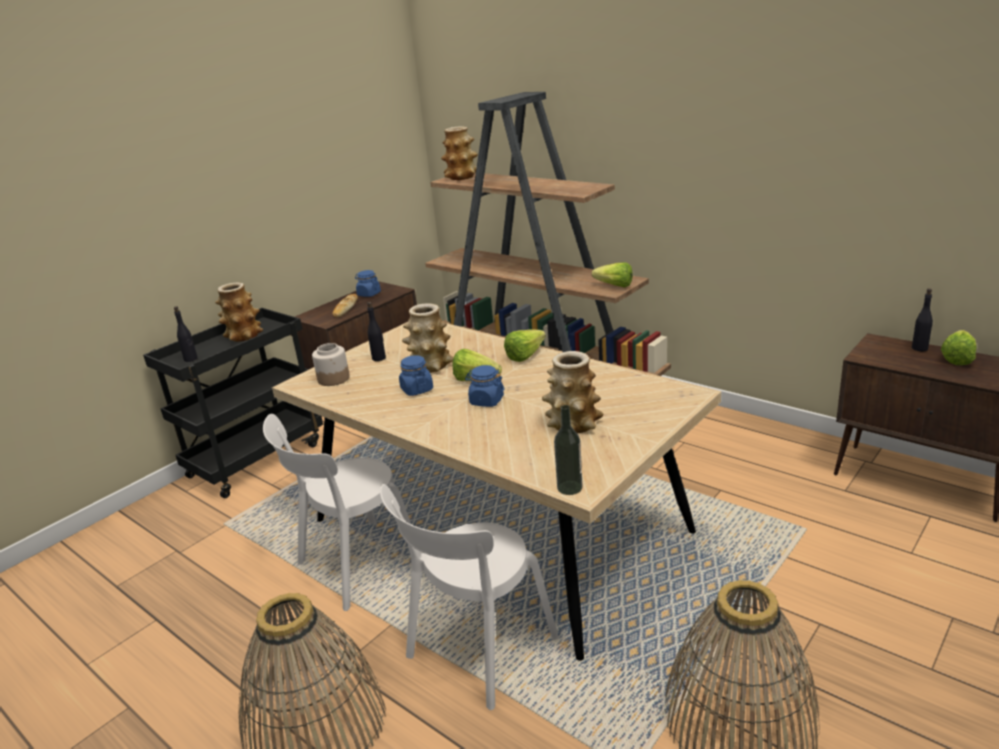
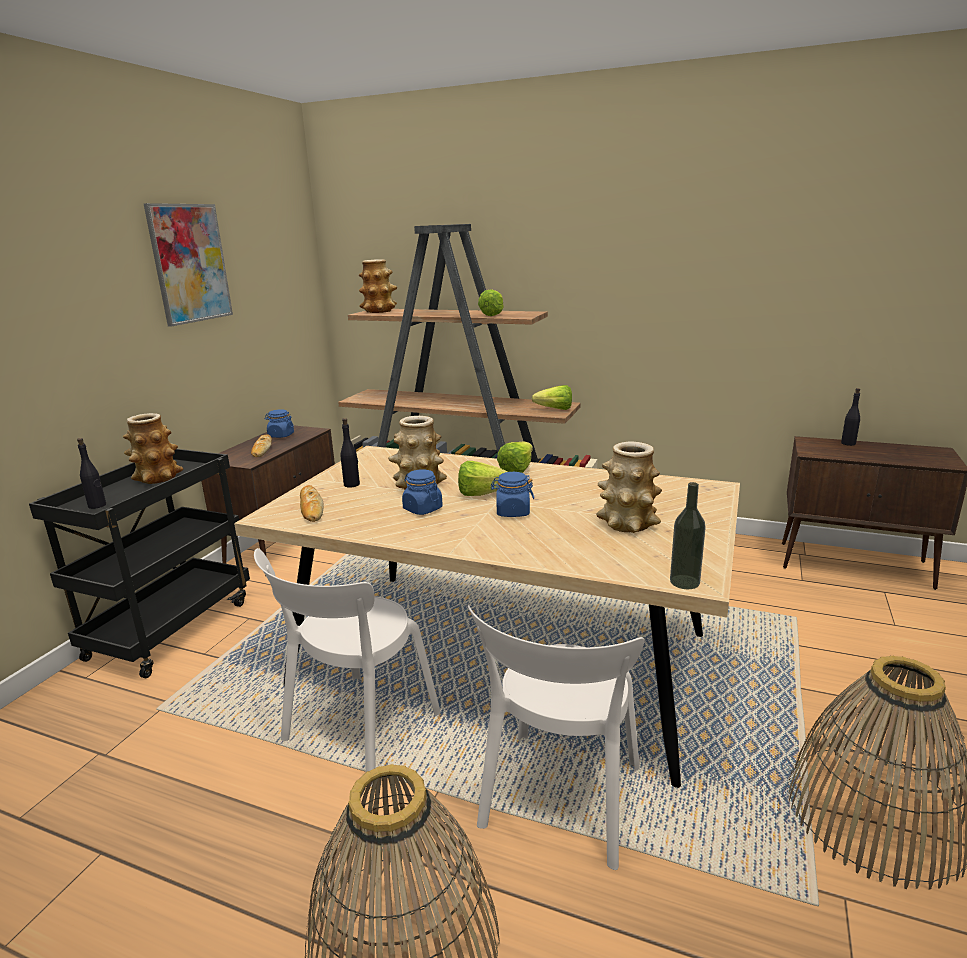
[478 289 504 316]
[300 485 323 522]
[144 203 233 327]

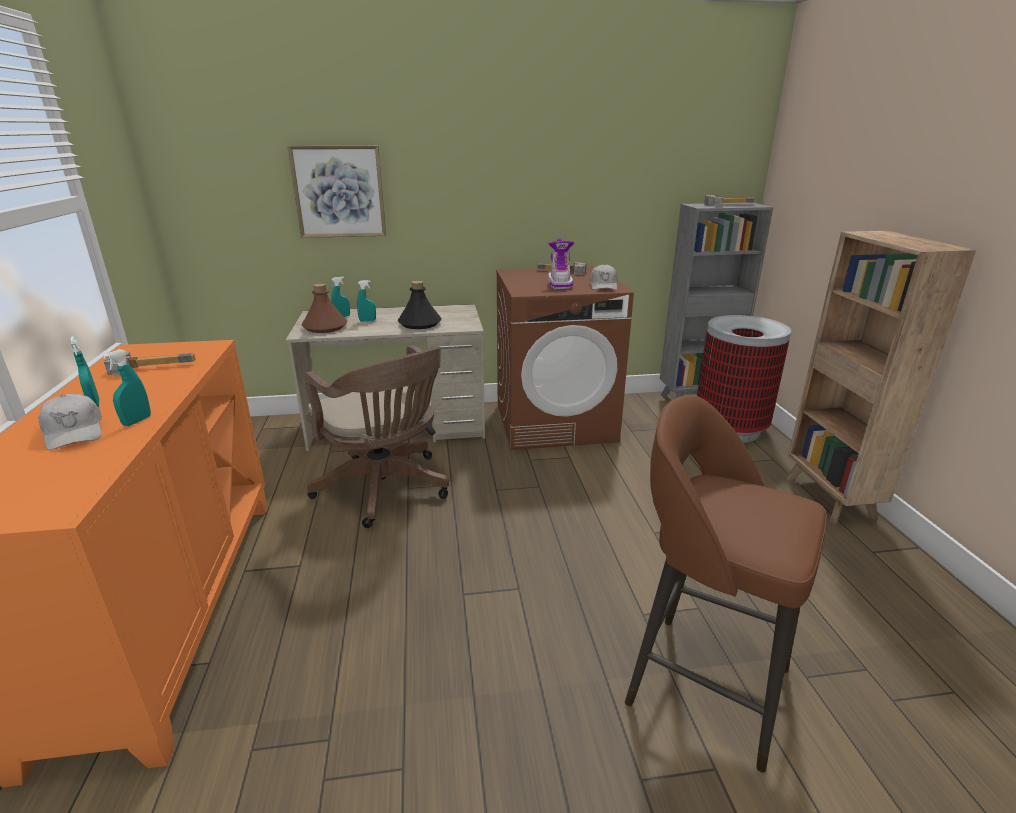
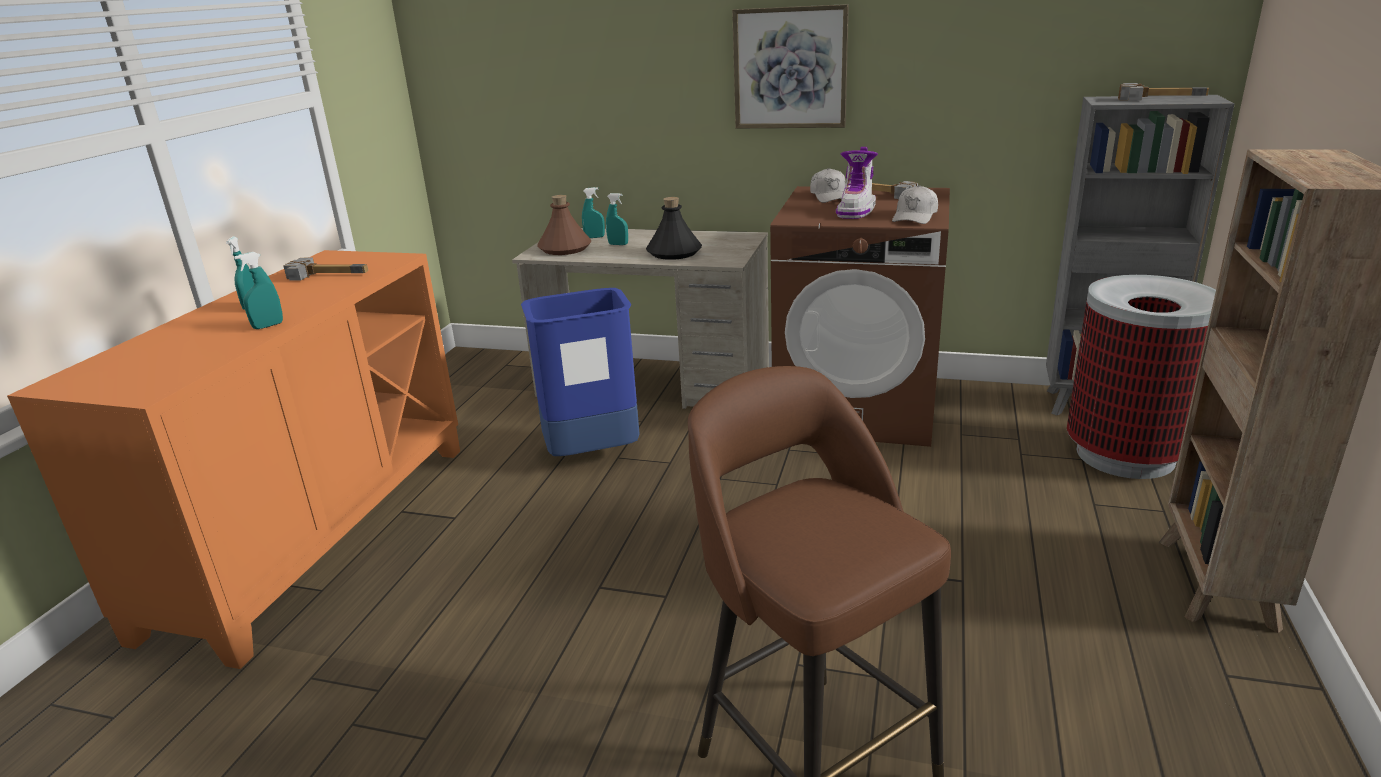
[732 4 849 128]
[521 288 640 456]
[810 168 846 203]

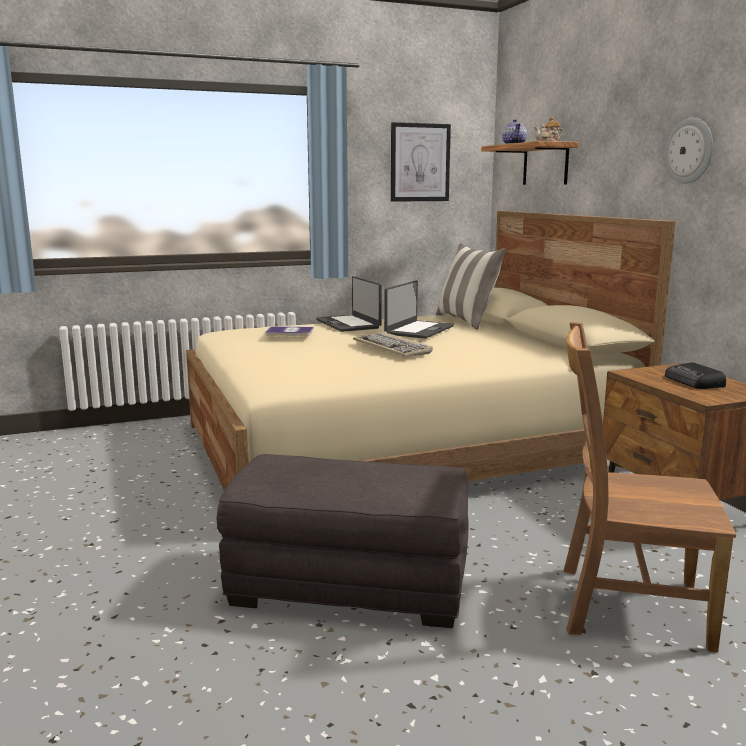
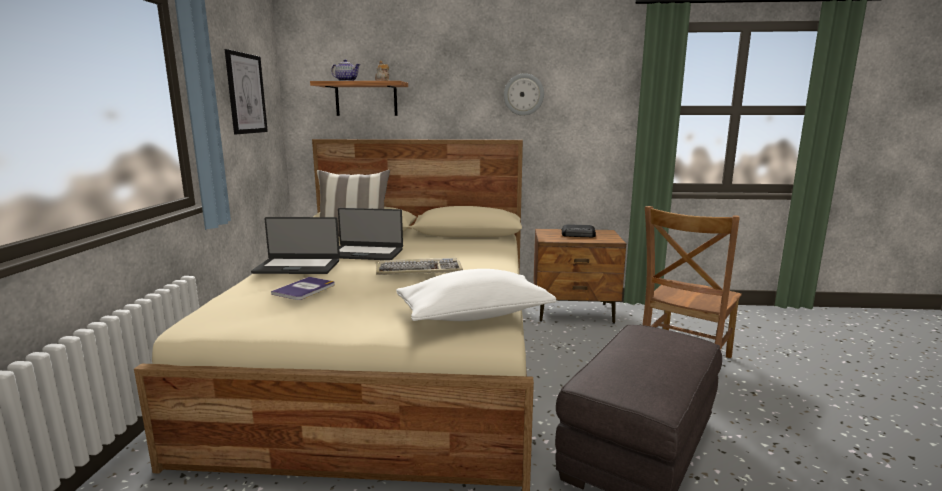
[338 208 403 260]
[396 269 556 321]

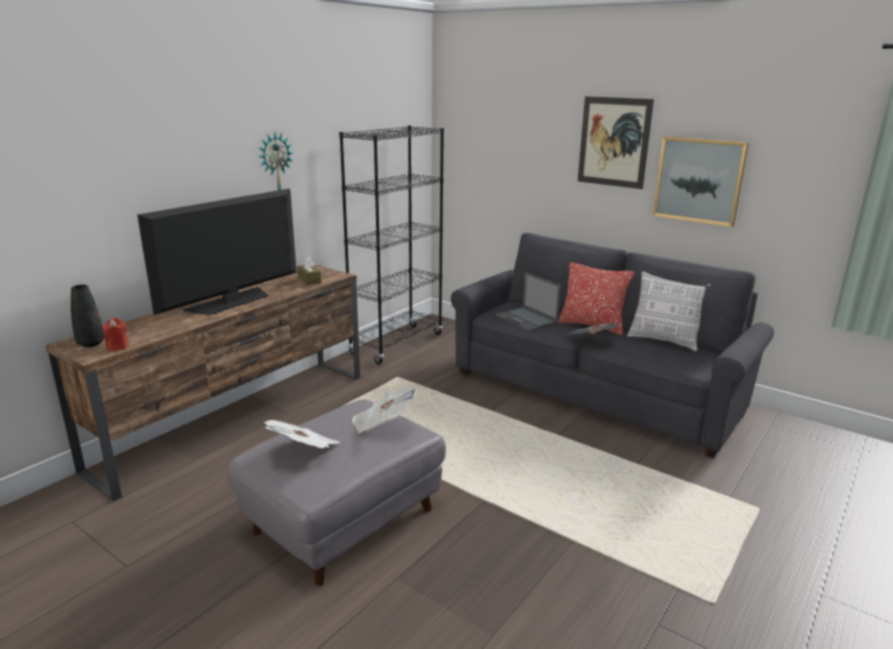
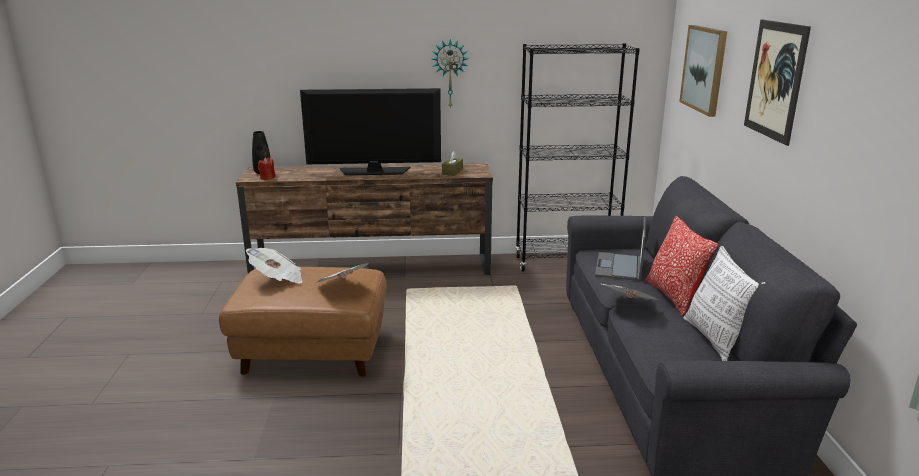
[679 25 727 117]
[219 267 386 377]

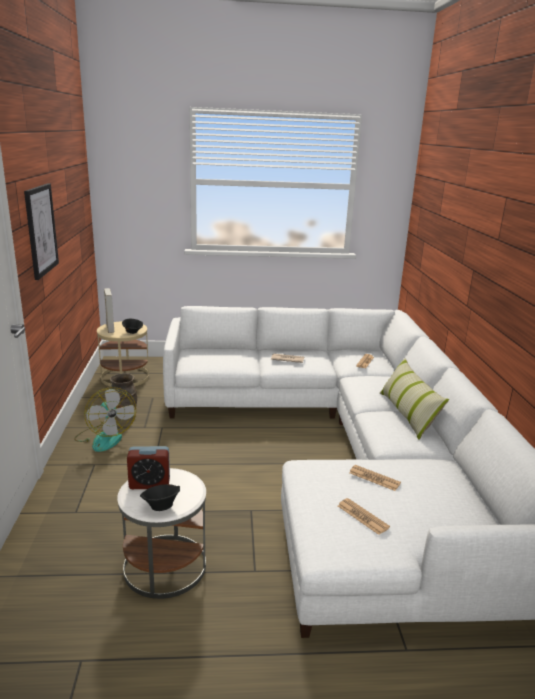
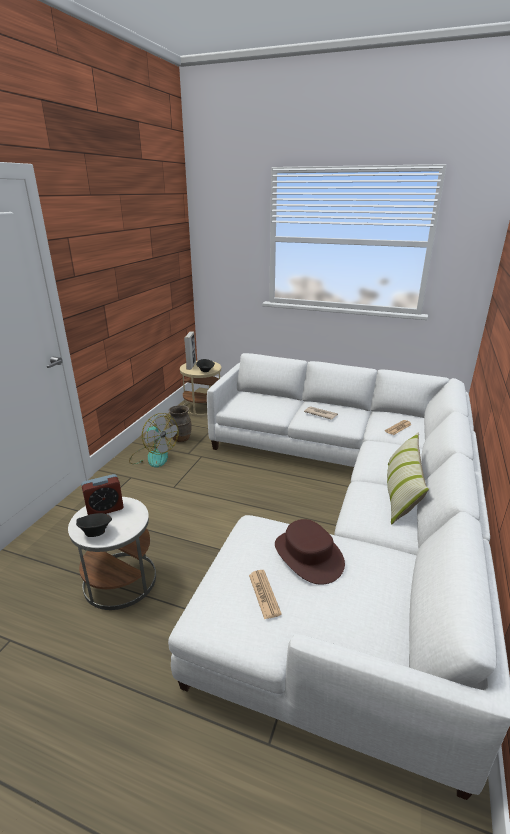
[24 184 59 280] (first image)
[129 413 179 468]
[81 474 124 515]
[275 519 345 585]

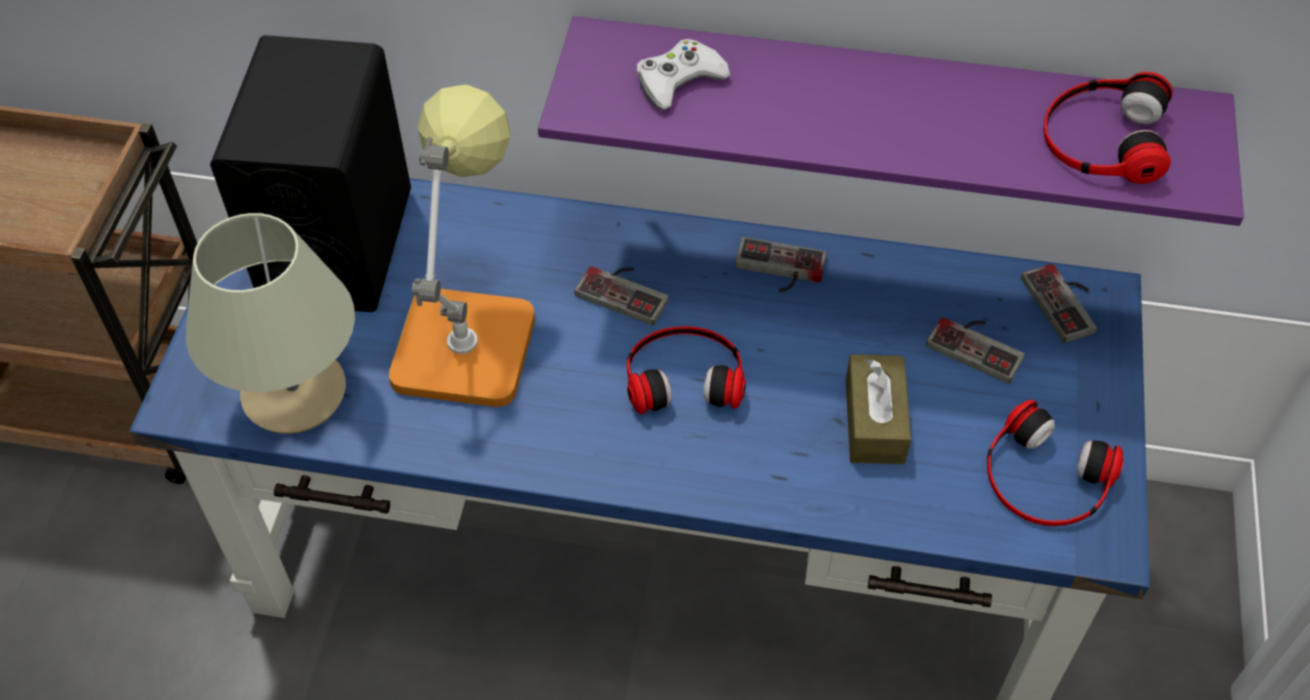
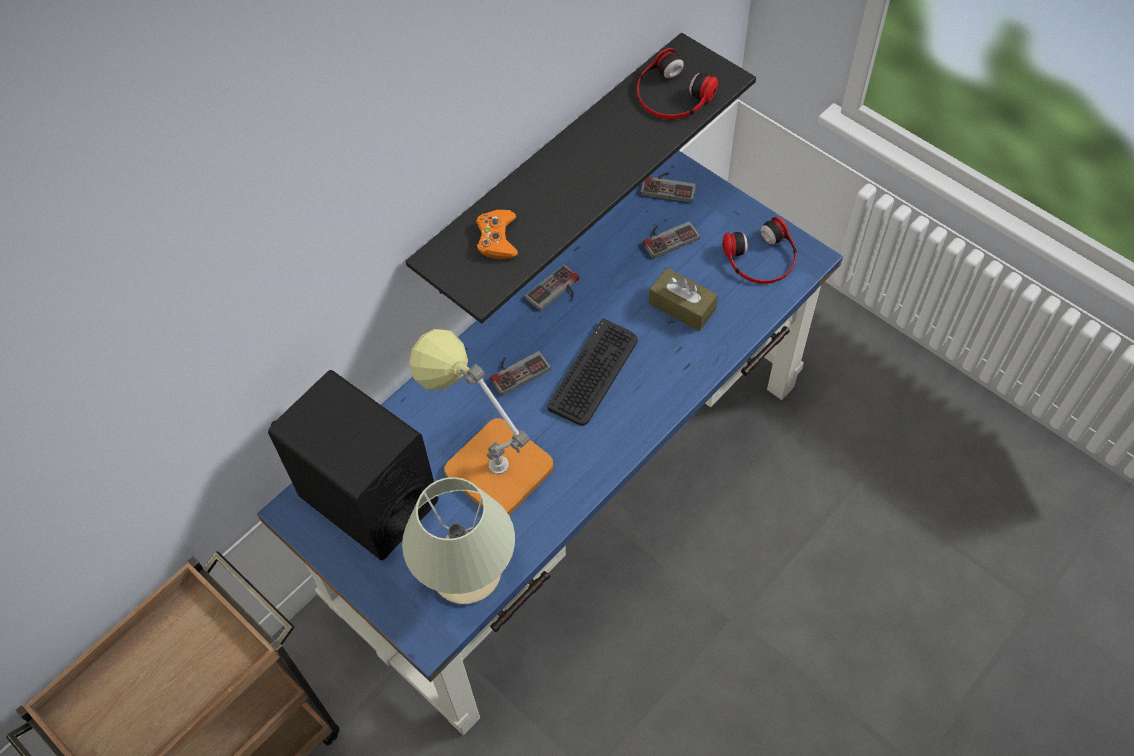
[405 33 756 324]
[476 210 518 259]
[547 318 638 426]

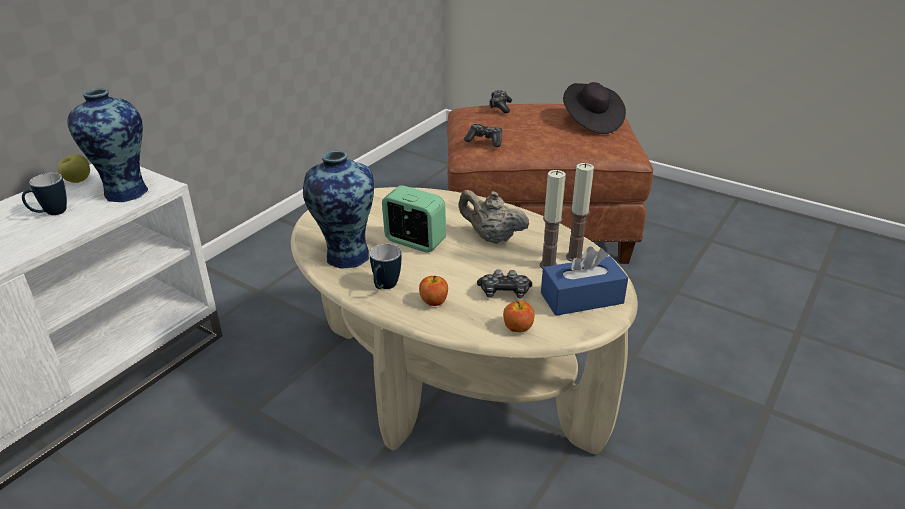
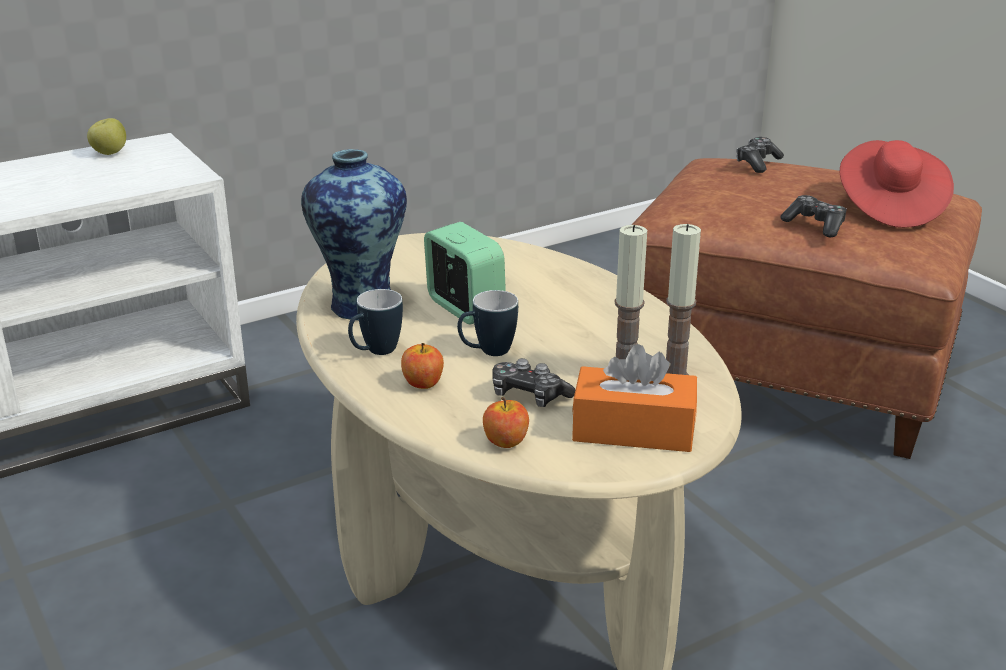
[840 140 954 228]
[67 89 148 202] (first image)
[780 195 847 237]
[457 290 518 356]
[458 190 529 244] (first image)
[572 344 697 452]

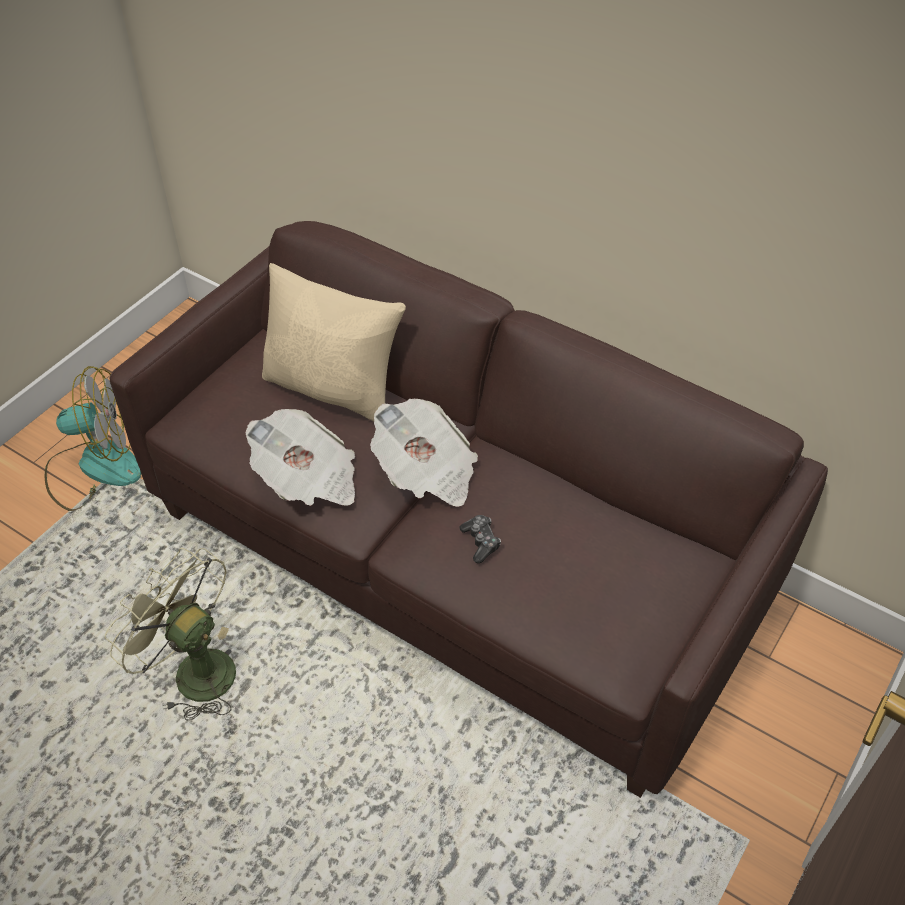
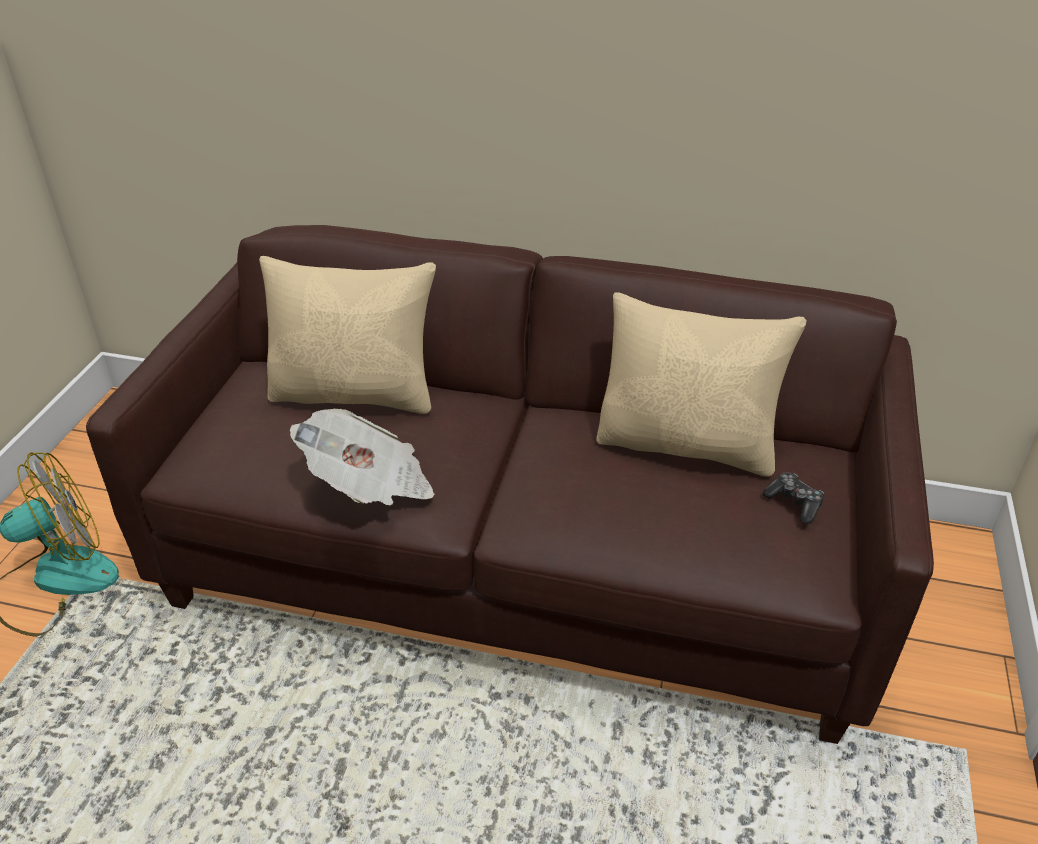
[370 399 478 507] (first image)
[763 472 824 524]
[105 548 236 721] (first image)
[596 292 807 477]

